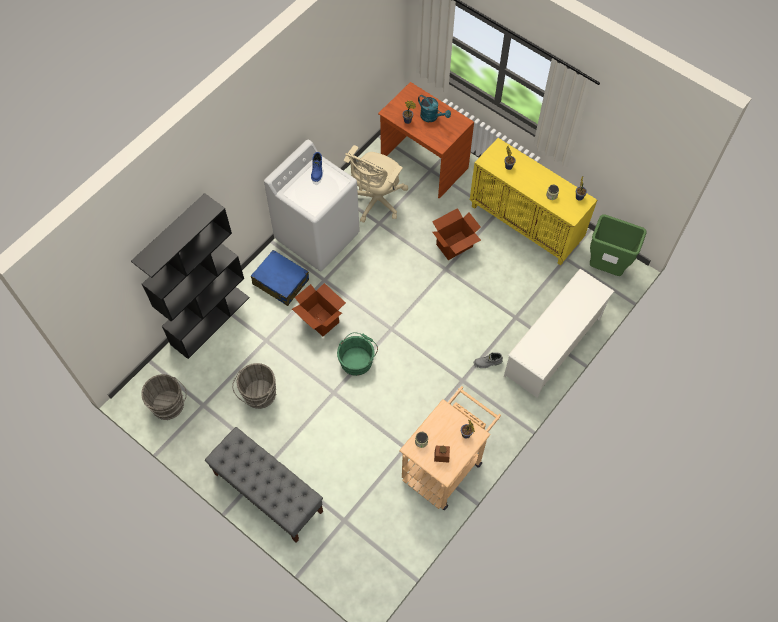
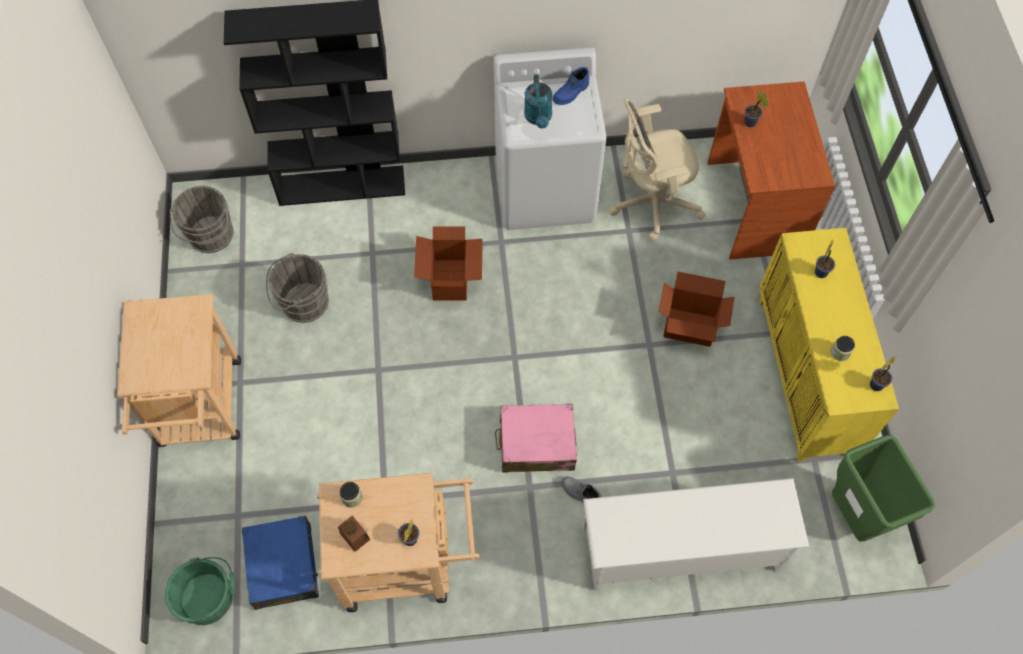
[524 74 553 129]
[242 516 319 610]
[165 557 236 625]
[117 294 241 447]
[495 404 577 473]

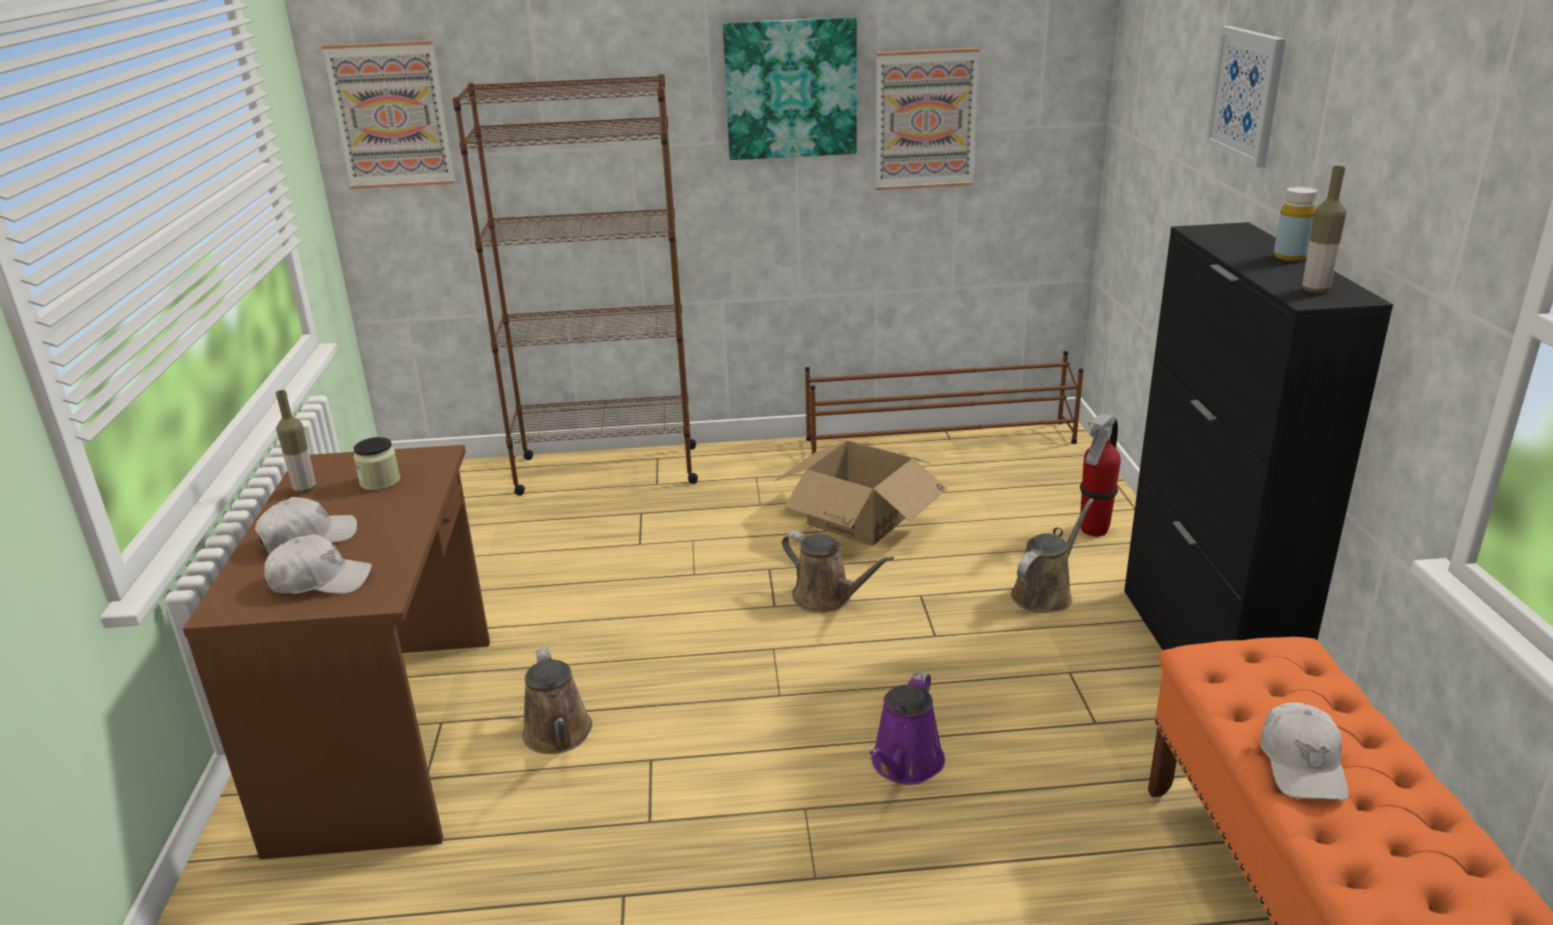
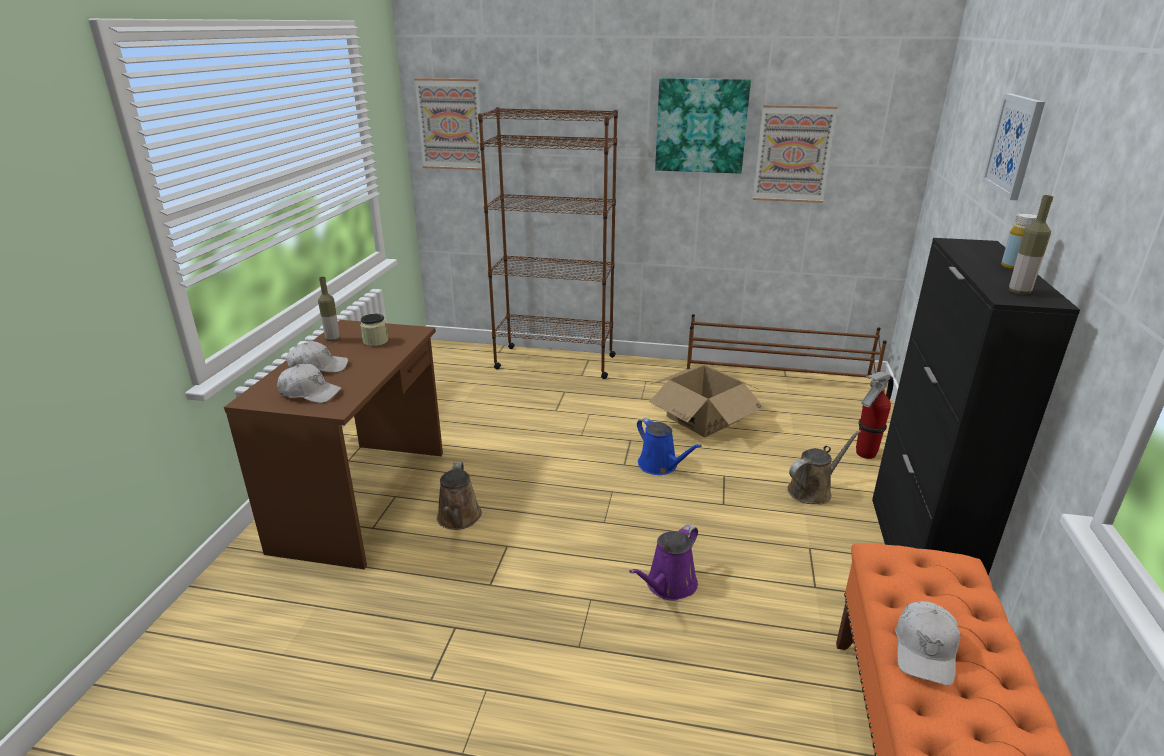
[637 418 702 475]

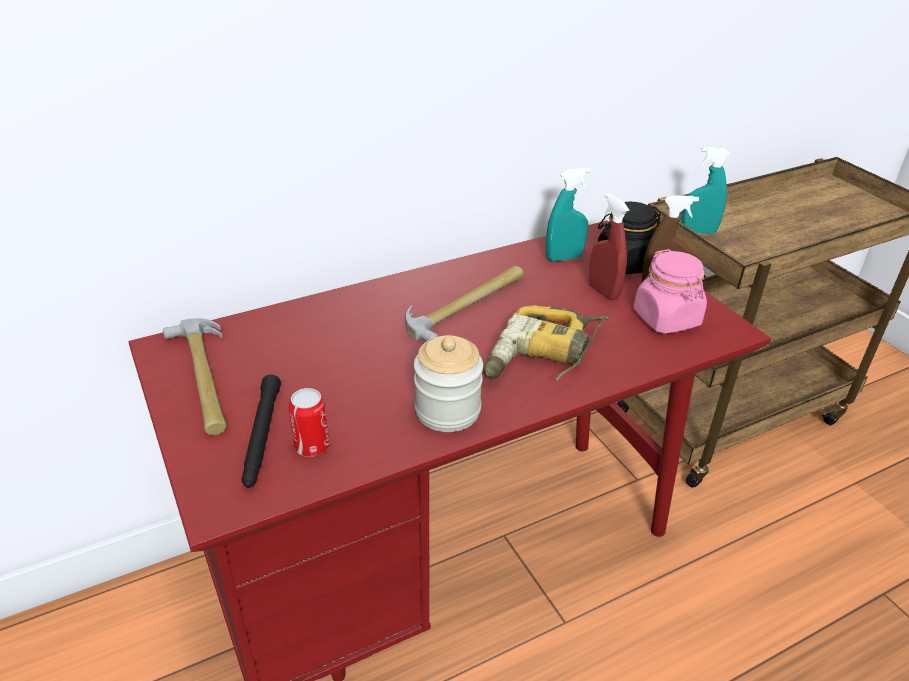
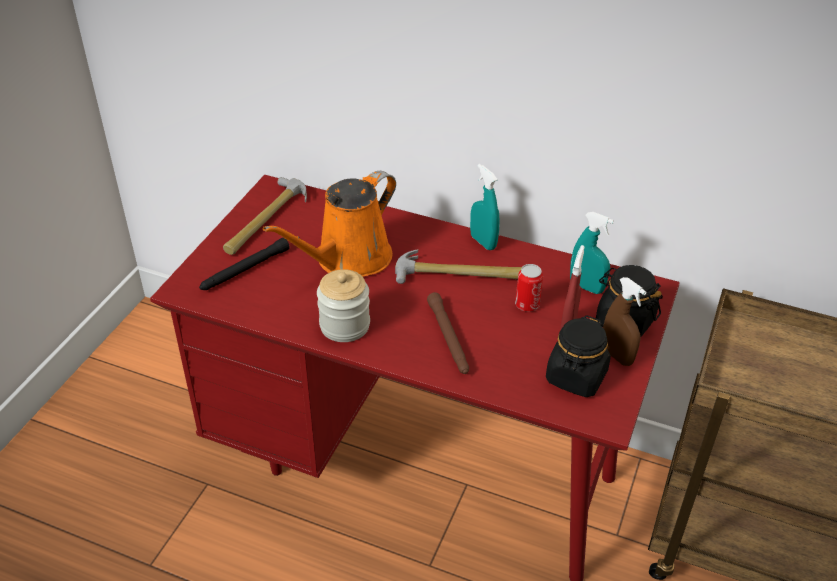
[470 164 500 250]
[546 315 611 397]
[427 292 469 374]
[515 264 543 312]
[263 171 396 277]

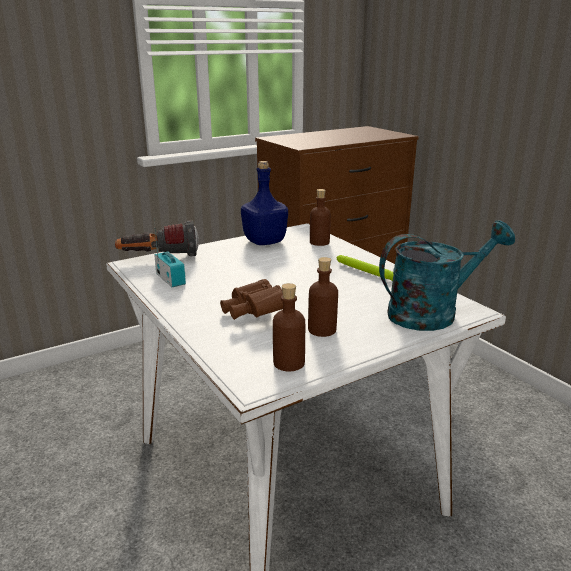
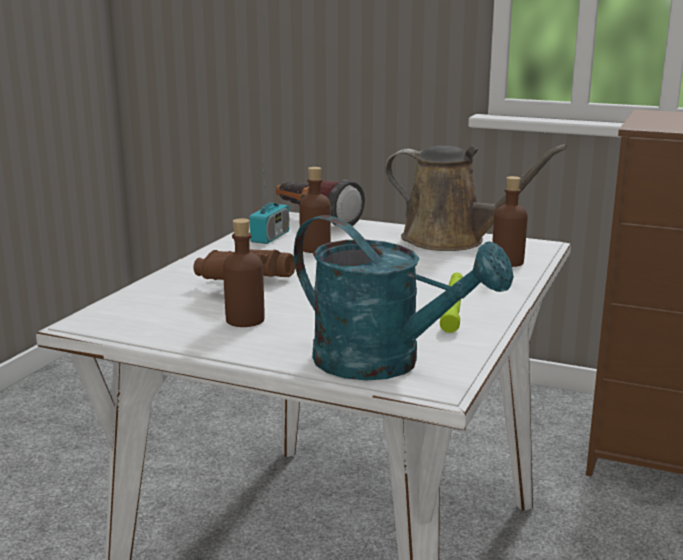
[384 144 567 251]
[299 167 331 253]

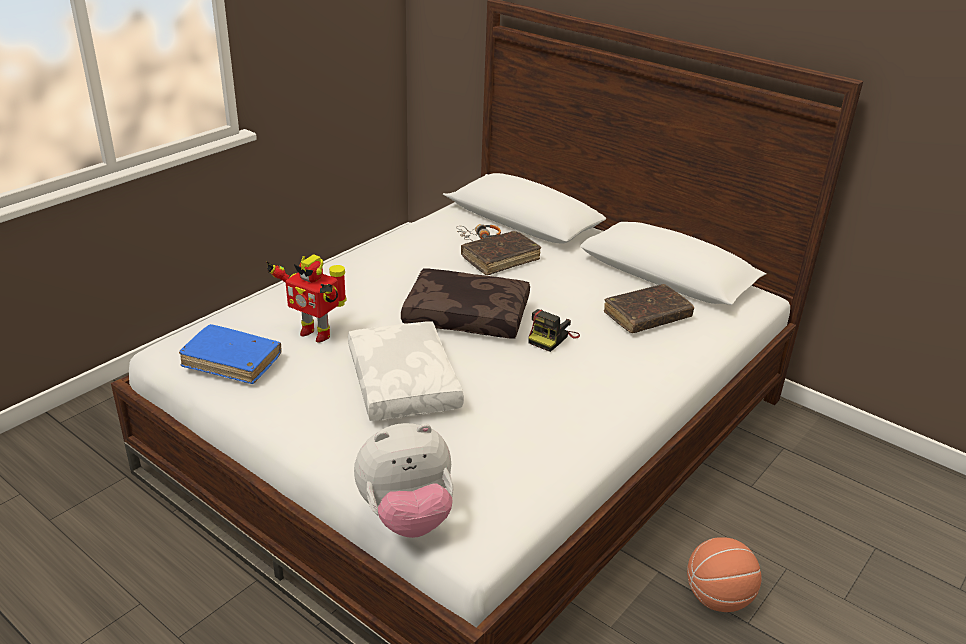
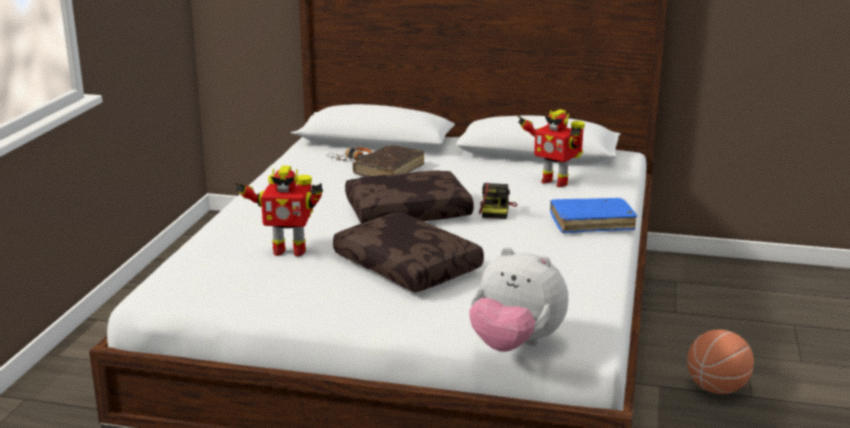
[518 109 585 187]
[333 212 484 293]
[550 198 637 233]
[469 247 568 352]

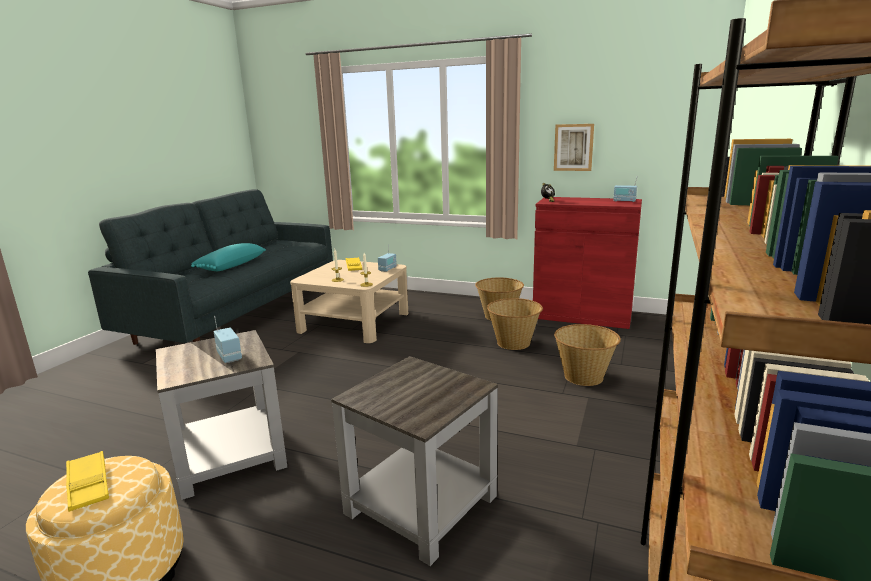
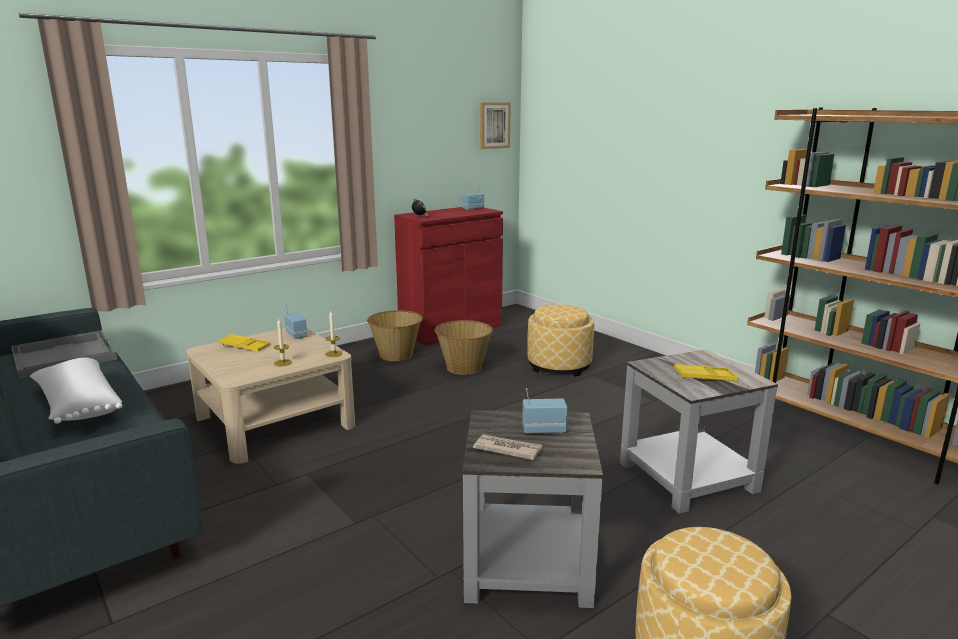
[480 103 511 149]
[30 357 122 424]
[527 304 594 377]
[674 364 739 381]
[11 330 117 379]
[473 434 542 460]

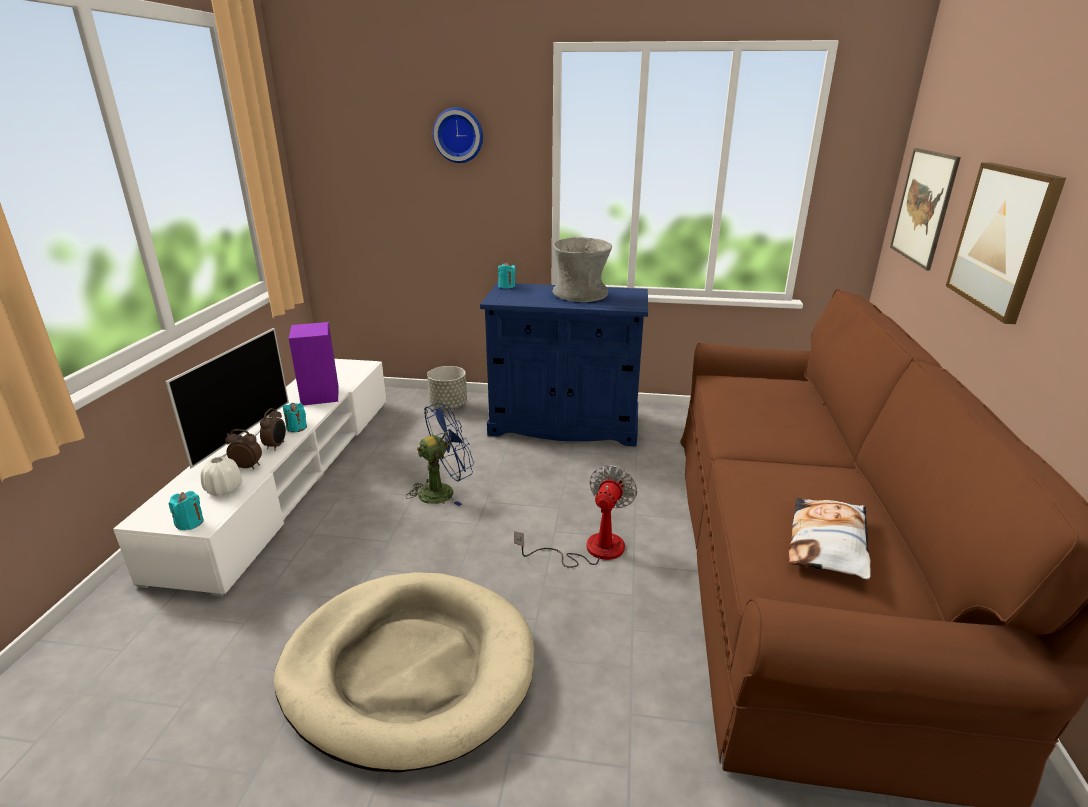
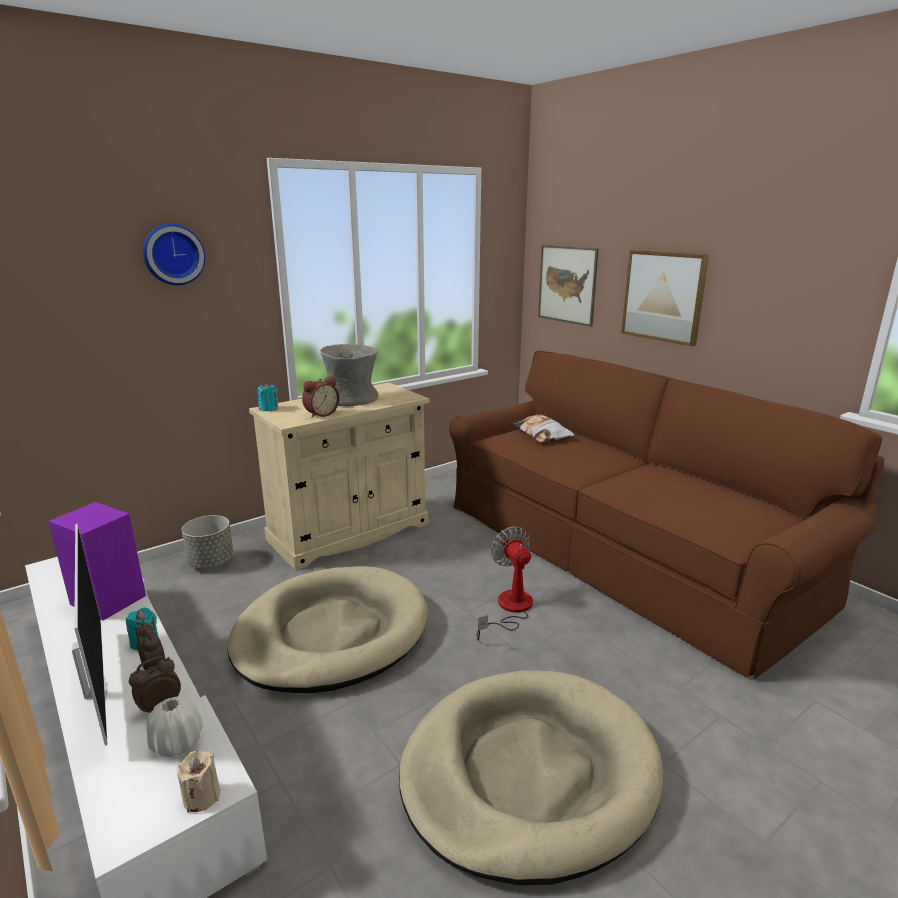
[249 383 430 570]
[227 566 428 694]
[177 751 220 813]
[512 415 574 443]
[302 376 340 418]

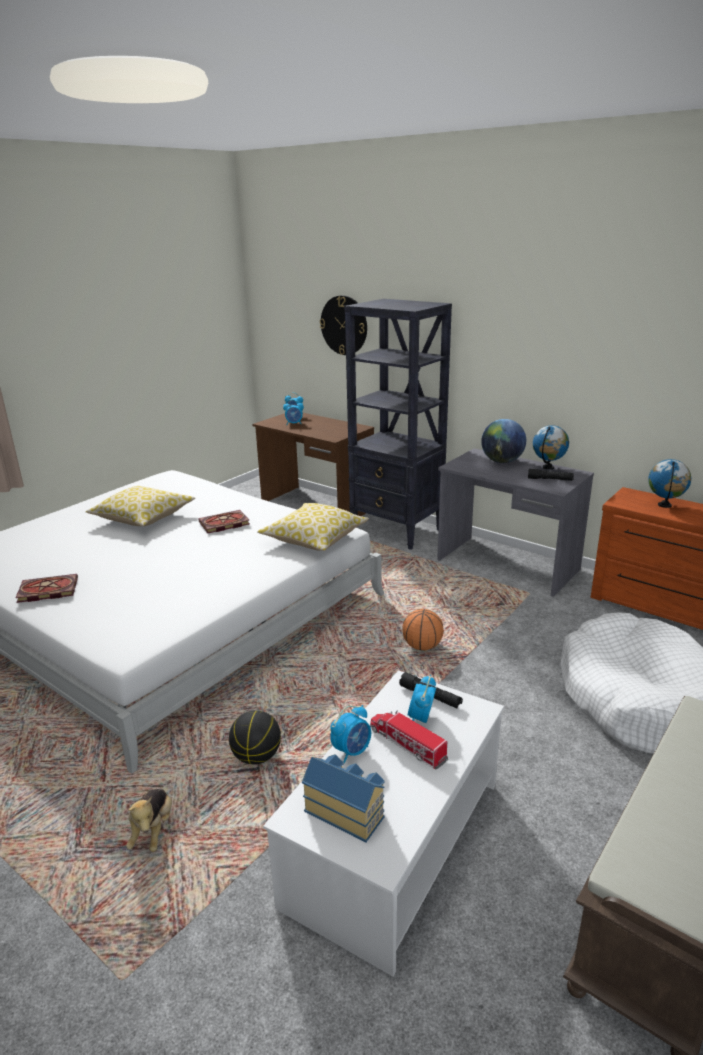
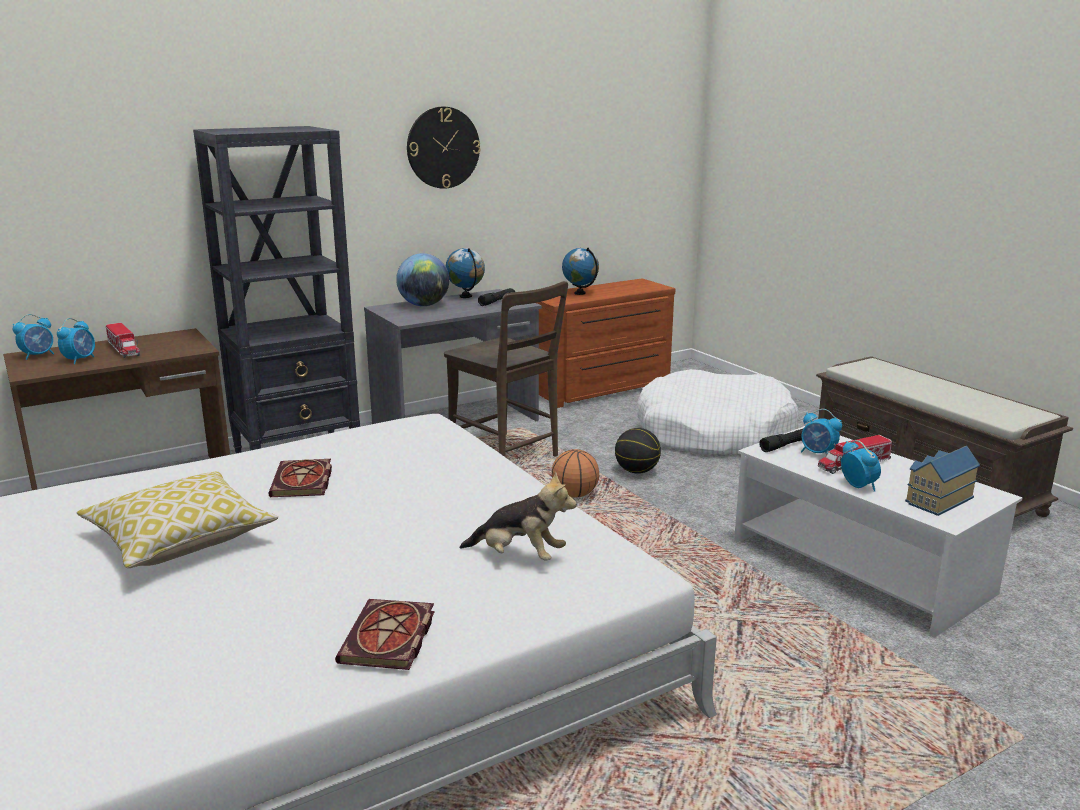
[407 107 481 189]
[257 503 369 551] (first image)
[615 428 661 474]
[459 471 577 561]
[444 281 568 457]
[106 323 140 358]

